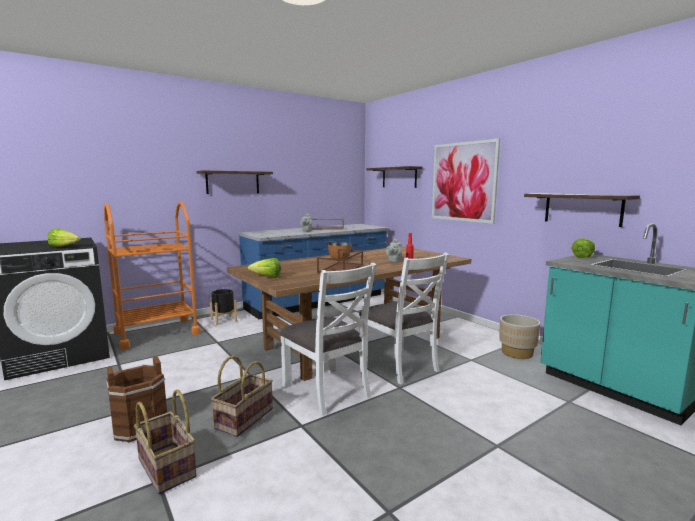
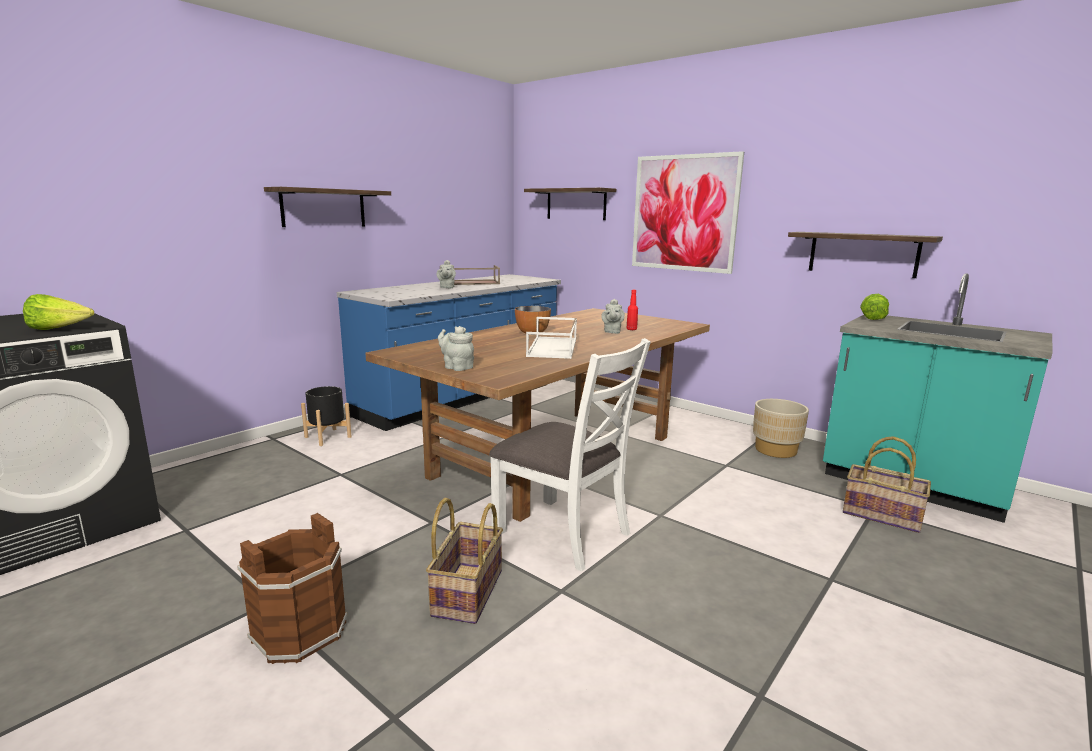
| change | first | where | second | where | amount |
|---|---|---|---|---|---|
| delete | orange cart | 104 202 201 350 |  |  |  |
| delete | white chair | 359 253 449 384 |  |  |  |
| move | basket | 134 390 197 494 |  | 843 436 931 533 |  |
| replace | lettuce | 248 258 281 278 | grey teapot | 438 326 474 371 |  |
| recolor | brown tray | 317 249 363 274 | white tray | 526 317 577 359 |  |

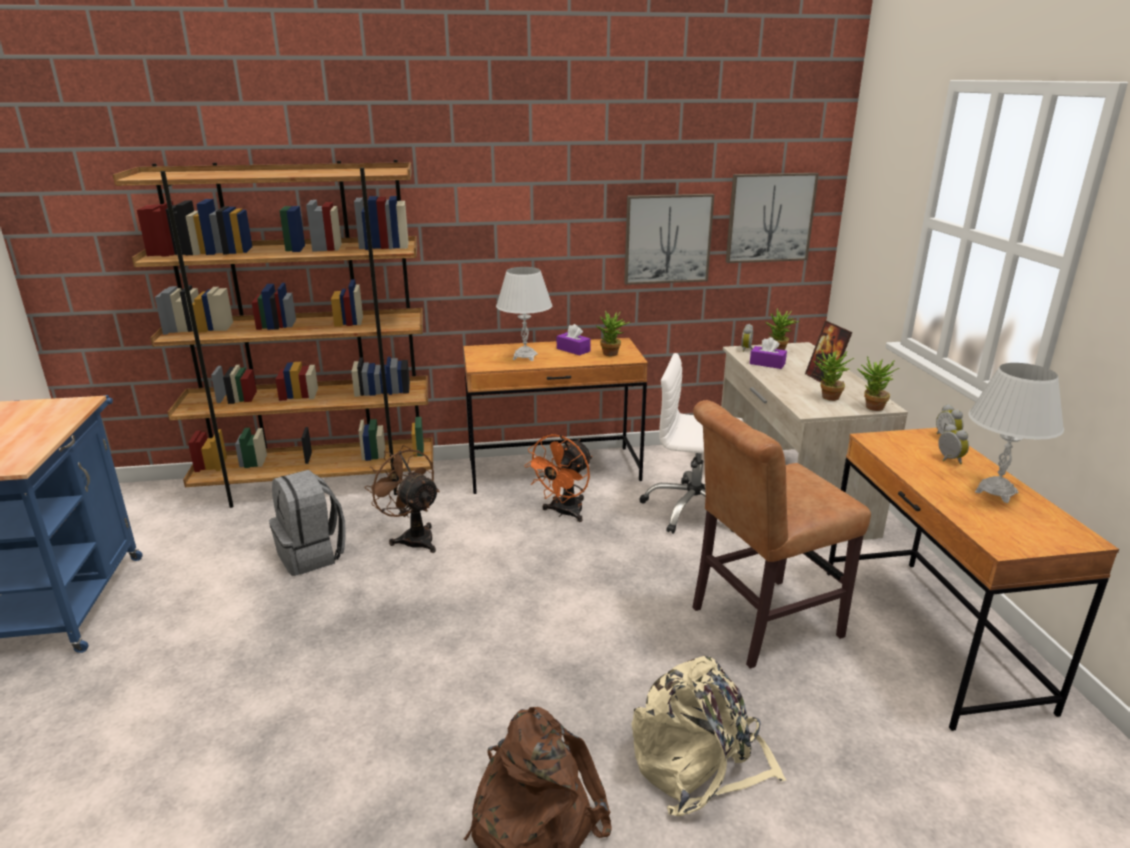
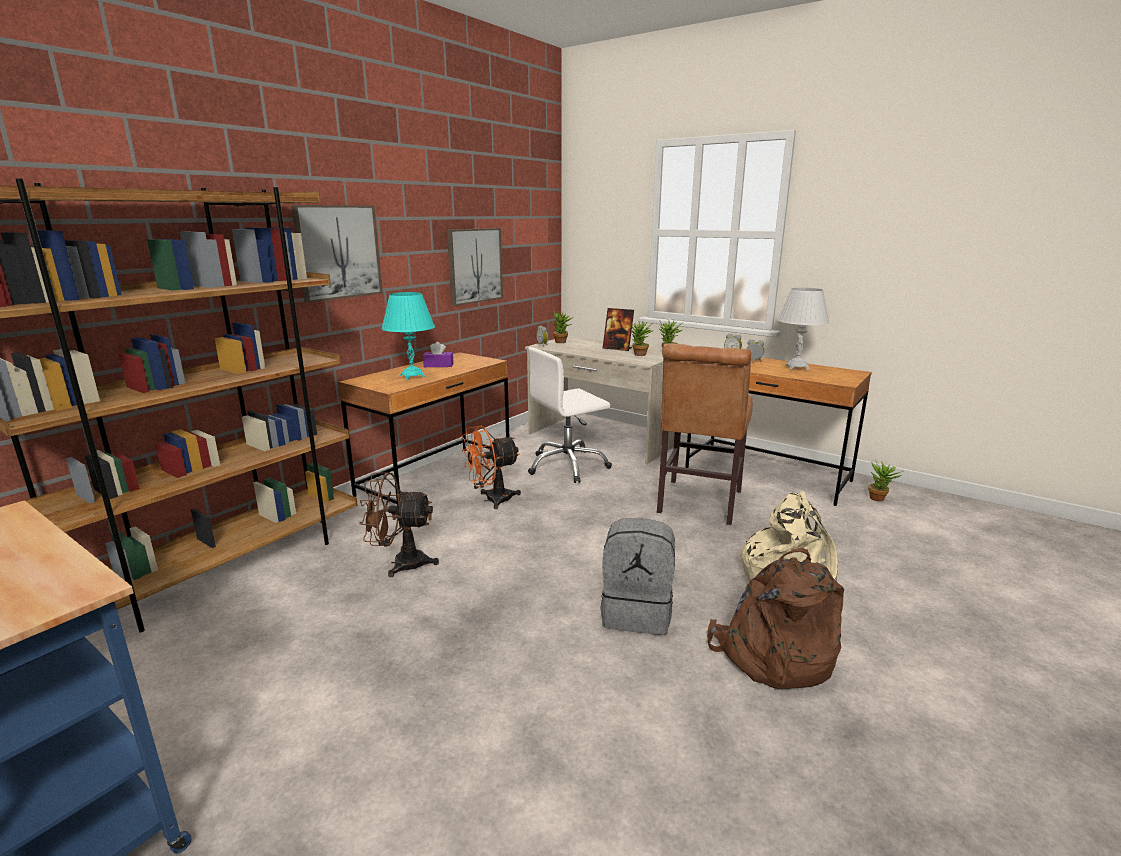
| change | first | where | second | where | amount |
|---|---|---|---|---|---|
| delete | purple tissue box | 750 337 787 369 |  |  |  |
| move | grey backpack | 269 470 346 576 |  | 601 518 675 635 |  |
| move | potted plant | 597 310 631 356 |  | 868 460 902 501 |  |
| move | picture | 726 173 819 263 |  | 291 205 383 303 |  |
| recolor | white table lamp | 496 267 552 361 | turquoise table lamp | 381 292 435 380 |  |
| rotate | orange fan | 524 434 592 522 |  | 462 425 521 509 | 75 degrees clockwise |

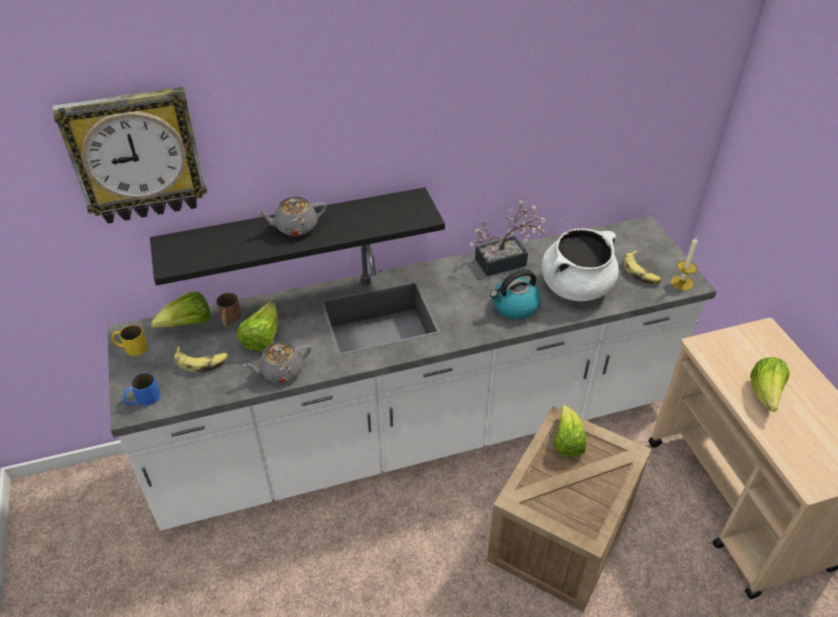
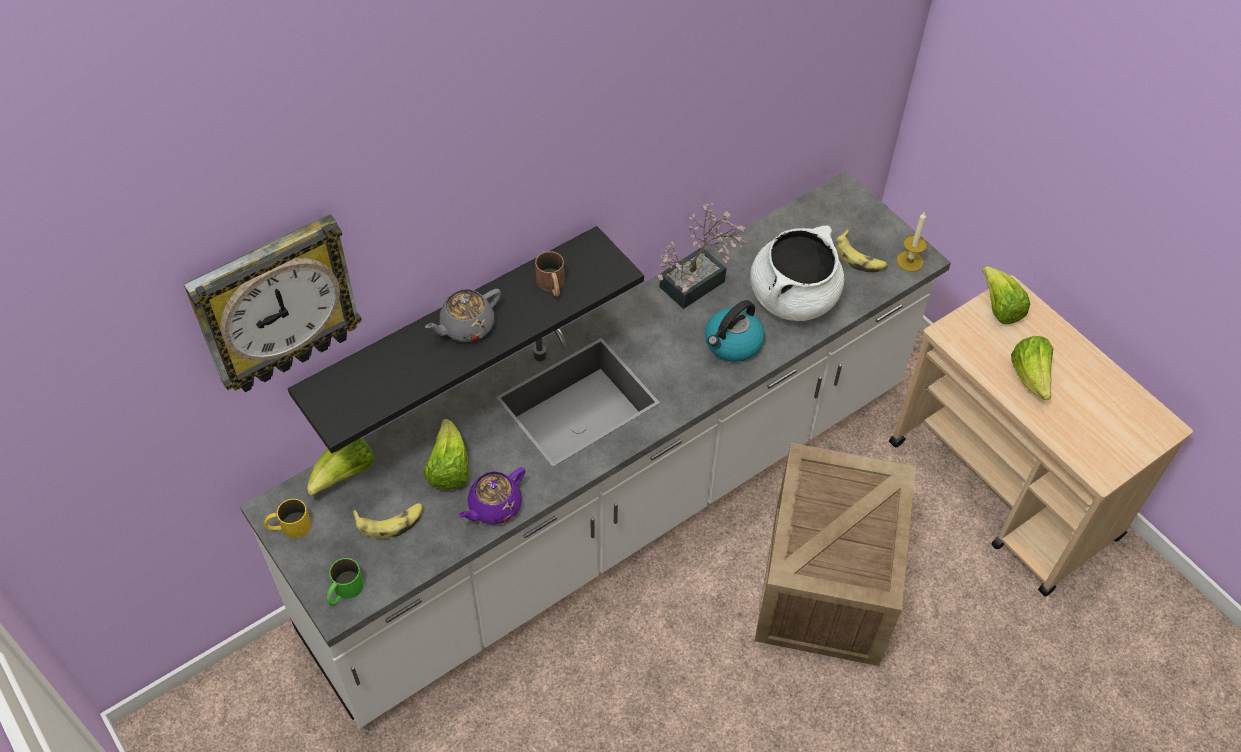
| change | first | where | second | where | amount |
|---|---|---|---|---|---|
| move | brown mug | 216 293 241 327 |  | 535 251 564 297 |  |
| move | lettuce | 553 405 587 457 |  | 982 266 1030 324 |  |
| recolor | blue mug | 123 372 161 406 | green mug | 326 558 364 605 |  |
| recolor | grey teapot | 242 341 311 383 | purple teapot | 458 467 525 525 |  |

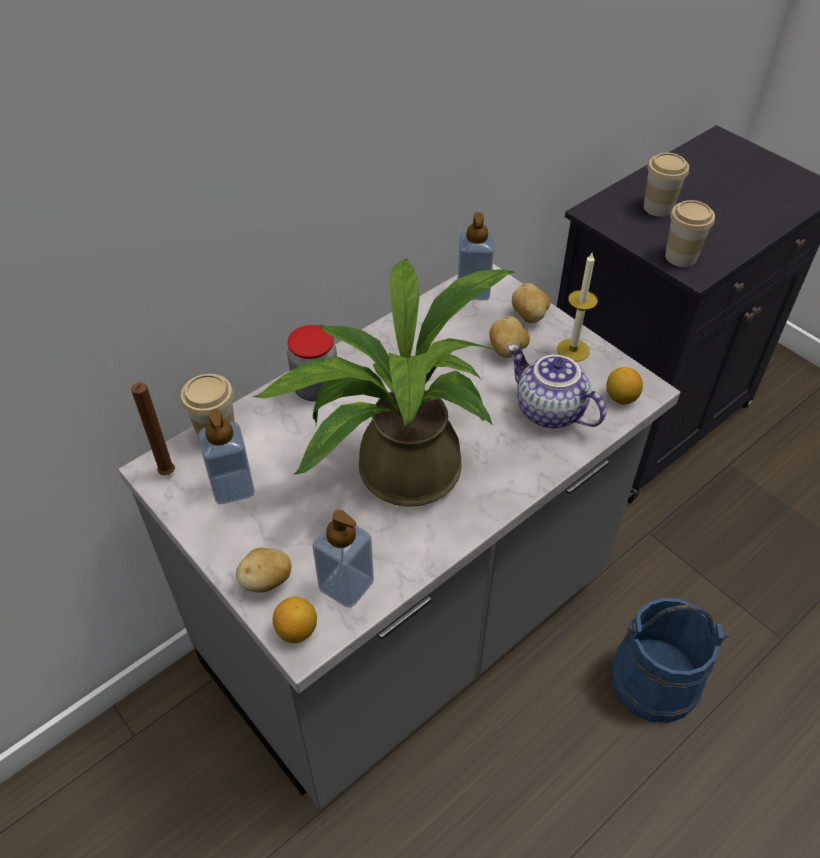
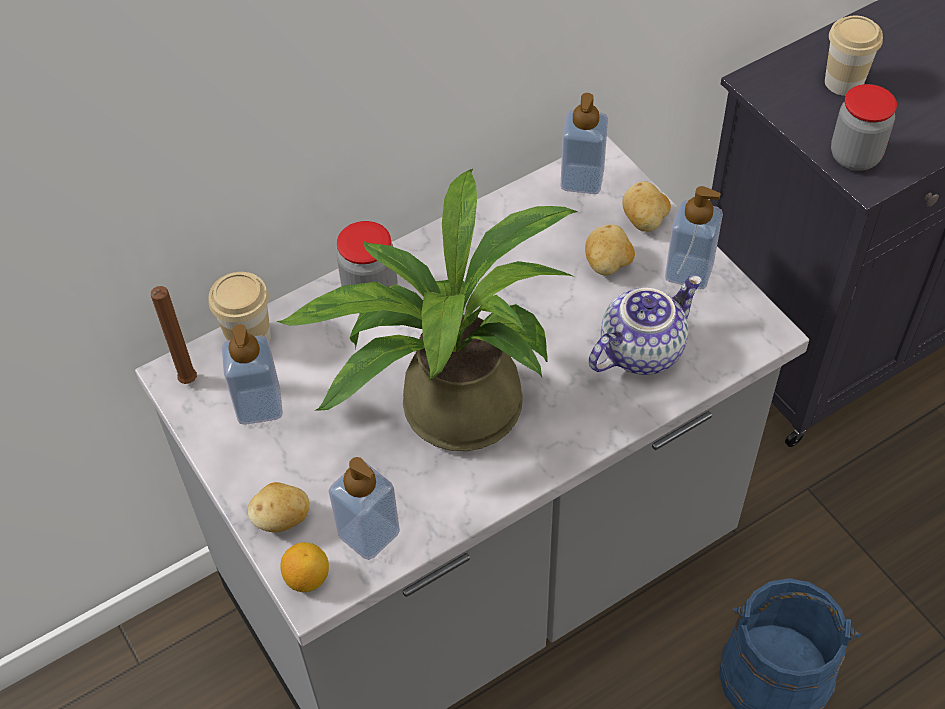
| change | first | where | second | where | amount |
|---|---|---|---|---|---|
| delete | lemon | 606 367 643 405 |  |  |  |
| replace | candle | 557 253 598 362 | soap dispenser | 665 186 723 289 |  |
| replace | cup | 665 200 715 267 | jar | 831 84 897 171 |  |
| rotate | teapot | 508 344 606 428 |  | 589 275 702 375 | 90 degrees clockwise |

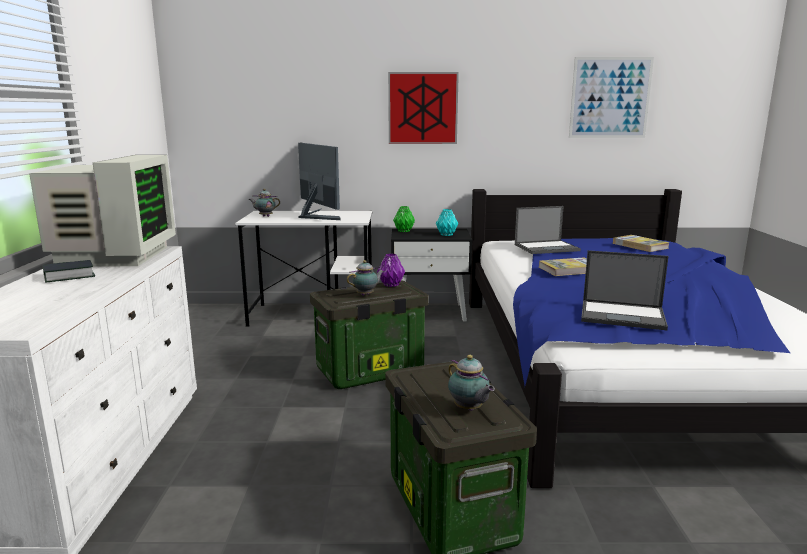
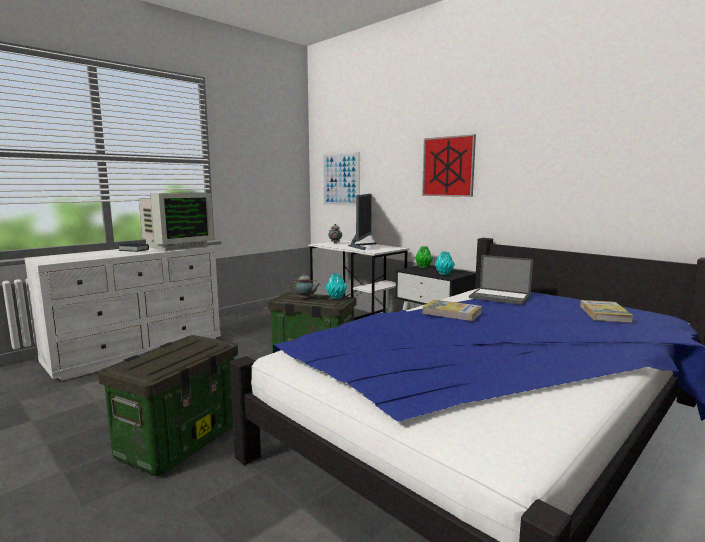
| change | first | where | second | where | amount |
|---|---|---|---|---|---|
| delete | teapot | 448 355 495 411 |  |  |  |
| delete | laptop | 581 250 668 330 |  |  |  |
| move | picture | 569 57 654 138 |  | 323 152 360 207 |  |
| recolor | purple vase | 377 253 405 287 | turquoise vase | 326 273 347 299 |  |

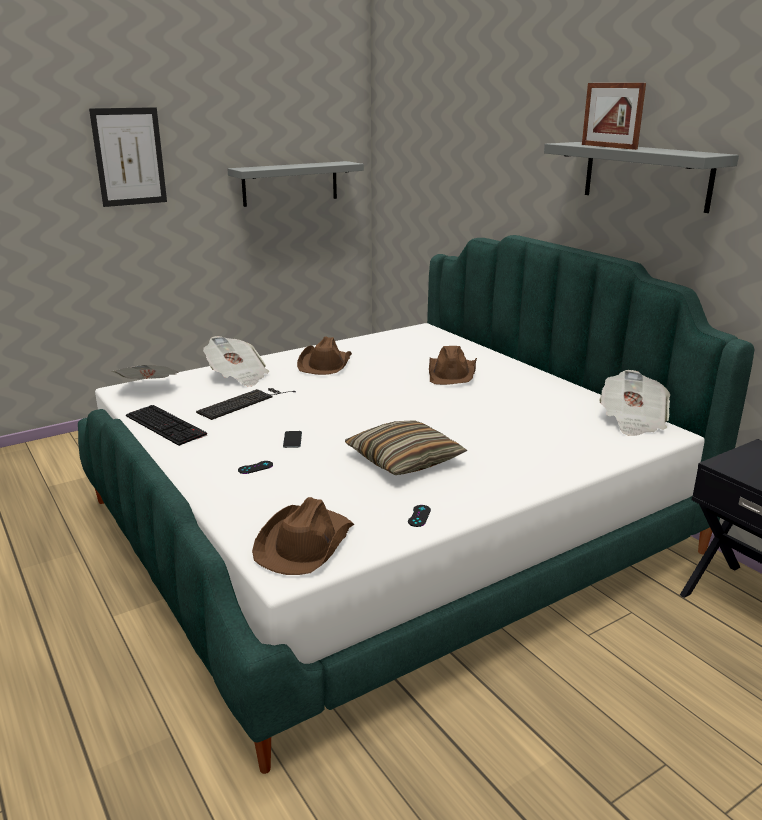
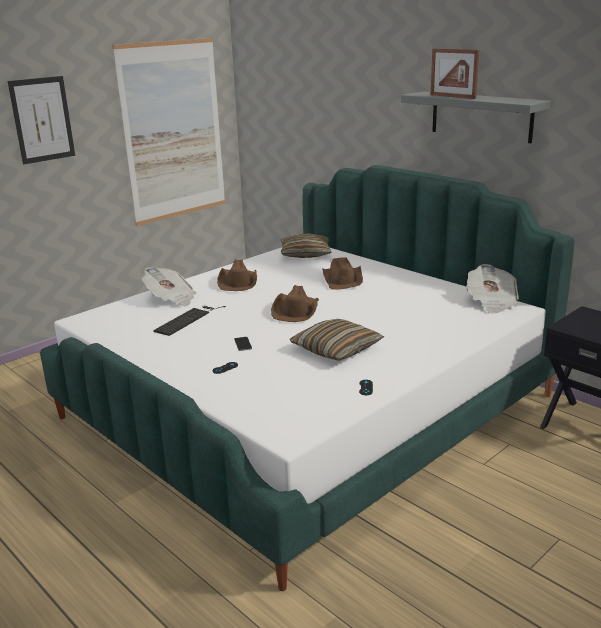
| change | first | where | second | where | amount |
|---|---|---|---|---|---|
| delete | newspaper | 111 365 179 379 |  |  |  |
| delete | keyboard | 126 405 207 446 |  |  |  |
| insert |  |  | pillow | 280 234 332 258 |  |
| move | brown hat | 252 497 354 575 |  | 271 285 319 322 |  |
| replace | grey shelf | 227 161 364 207 | picture | 112 38 226 226 |  |

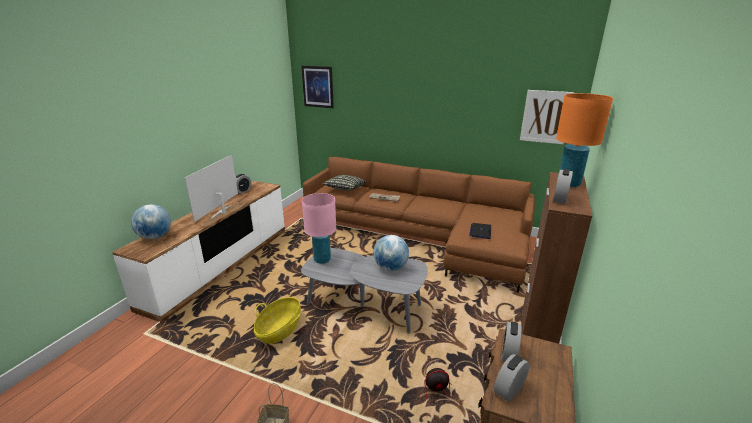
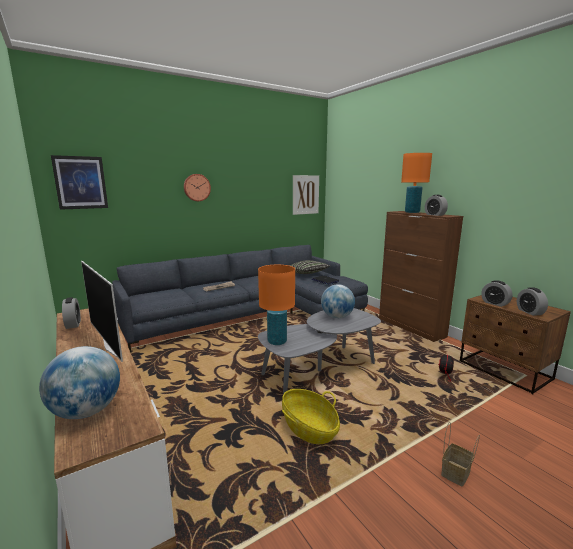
| change | first | where | second | where | amount |
|---|---|---|---|---|---|
| insert |  |  | wall clock | 184 174 211 201 |  |
| move | pillow | 322 175 367 190 |  | 290 260 330 274 |  |
| recolor | pink table lamp | 302 193 336 264 | orange table lamp | 258 265 295 345 |  |
| recolor | brown sofa | 303 157 535 293 | grey sofa | 112 245 368 352 |  |

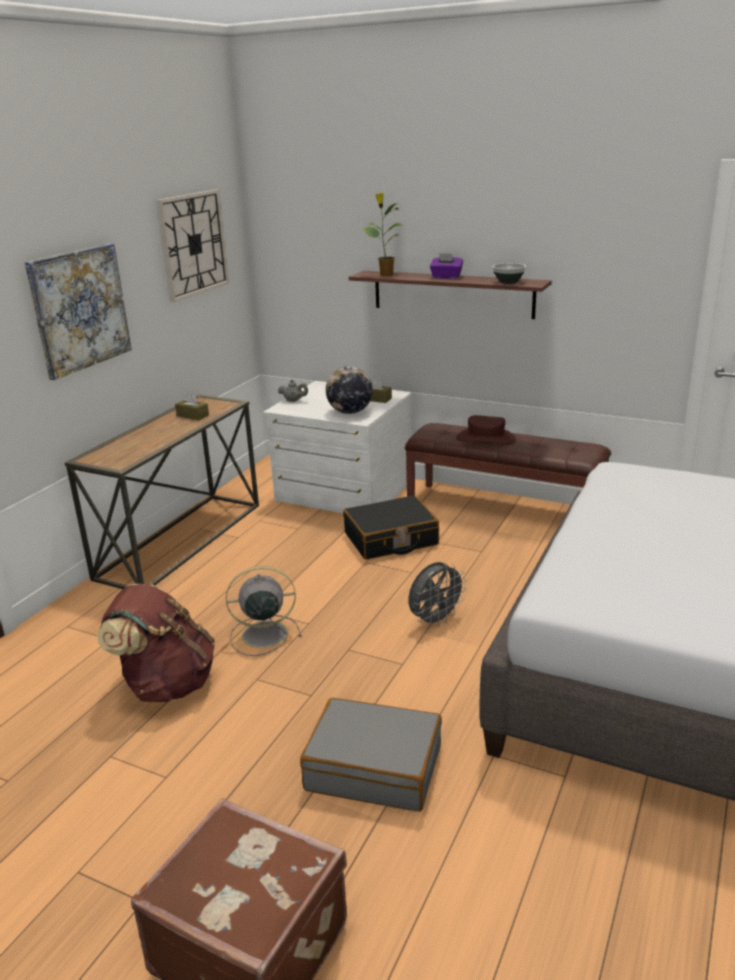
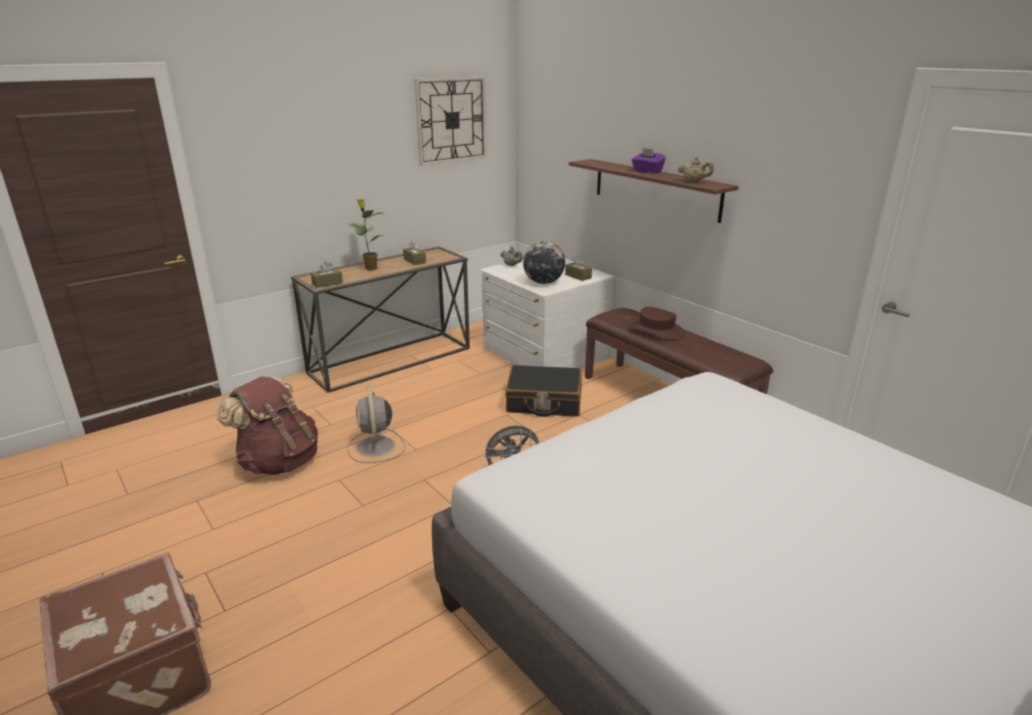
| change | first | where | second | where | amount |
|---|---|---|---|---|---|
| delete | picture | 25 243 132 380 |  |  |  |
| delete | grey suitcase | 300 698 442 812 |  |  |  |
| insert |  |  | brown tissue box | 311 261 343 288 |  |
| move | potted plant | 362 193 403 277 |  | 348 199 384 270 |  |
| replace | bowl | 493 263 526 284 | beige teapot | 678 157 714 182 |  |
| rotate | grey fan | 226 566 302 656 |  | 348 385 405 463 | 120 degrees counterclockwise |

